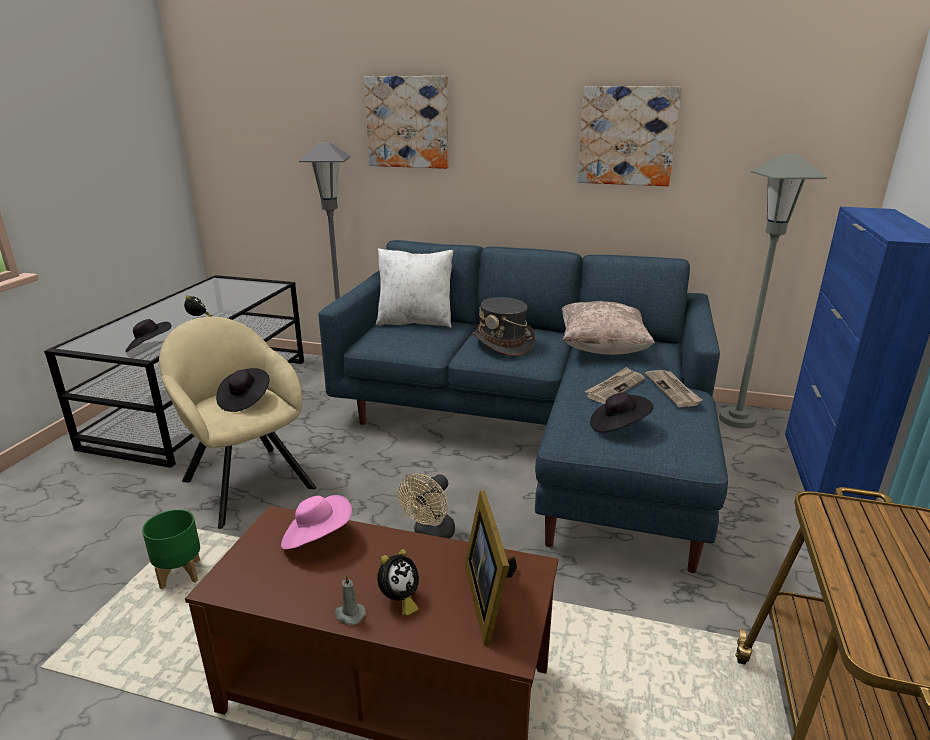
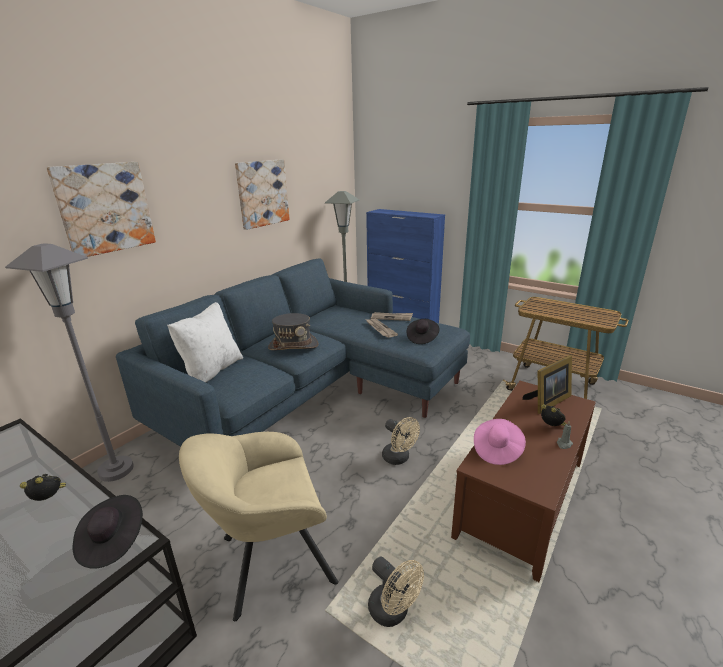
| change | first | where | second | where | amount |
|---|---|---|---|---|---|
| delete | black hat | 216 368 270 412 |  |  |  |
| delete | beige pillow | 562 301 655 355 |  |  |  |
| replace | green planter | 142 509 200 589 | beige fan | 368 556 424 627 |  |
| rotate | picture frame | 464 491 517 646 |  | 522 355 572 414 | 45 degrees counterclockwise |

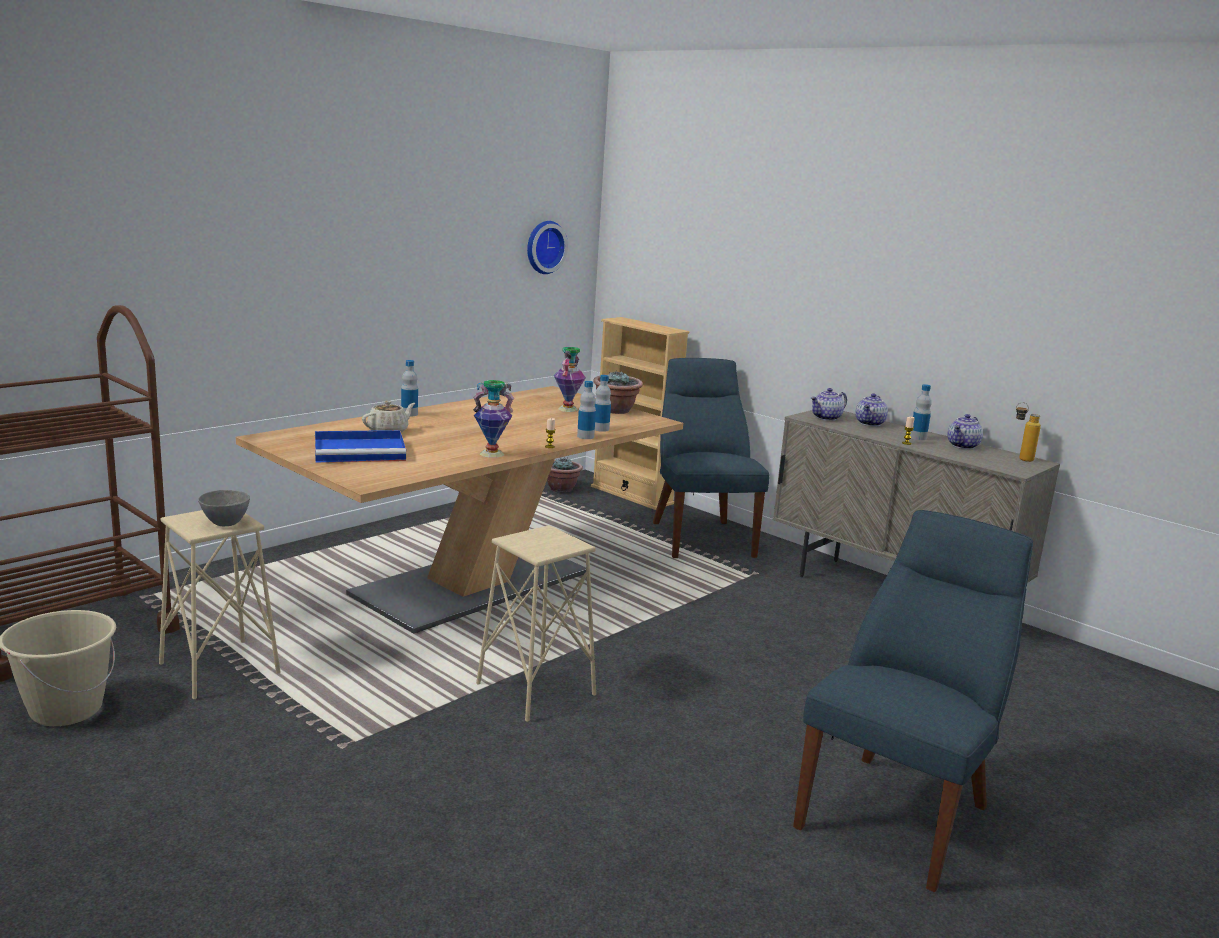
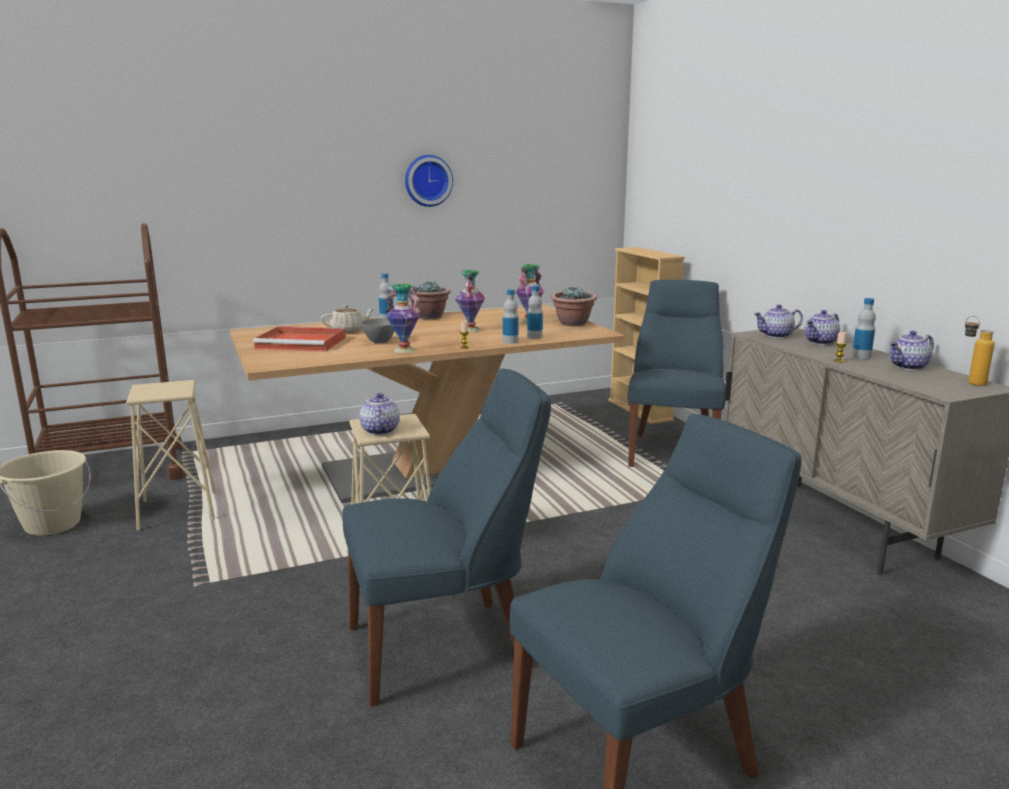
| change | first | where | second | where | amount |
|---|---|---|---|---|---|
| insert |  |  | blue chair | 342 368 551 707 |  |
| insert |  |  | teapot | 359 393 400 435 |  |
| insert |  |  | vase | 455 270 485 332 |  |
| move | grey bowl | 198 490 250 526 |  | 361 318 395 344 |  |
| move | wall clock | 527 221 568 274 |  | 405 155 453 207 |  |
| move | potted plant | 547 457 583 493 |  | 409 280 451 319 |  |
| recolor | blue tray | 315 430 406 463 | red tray | 253 326 346 352 |  |

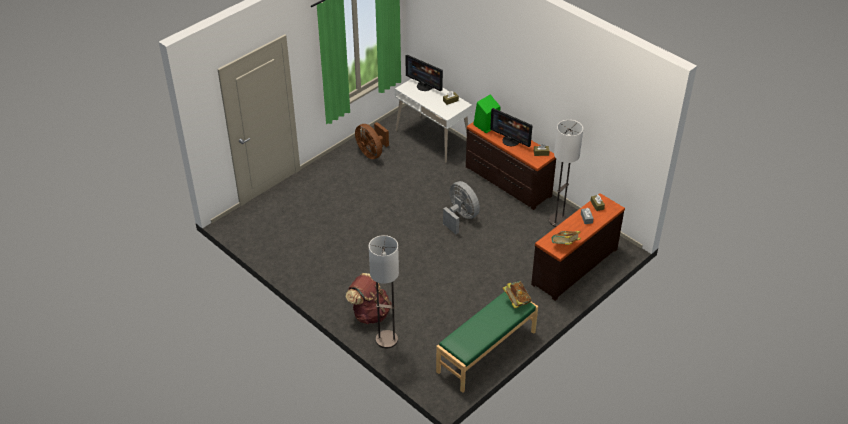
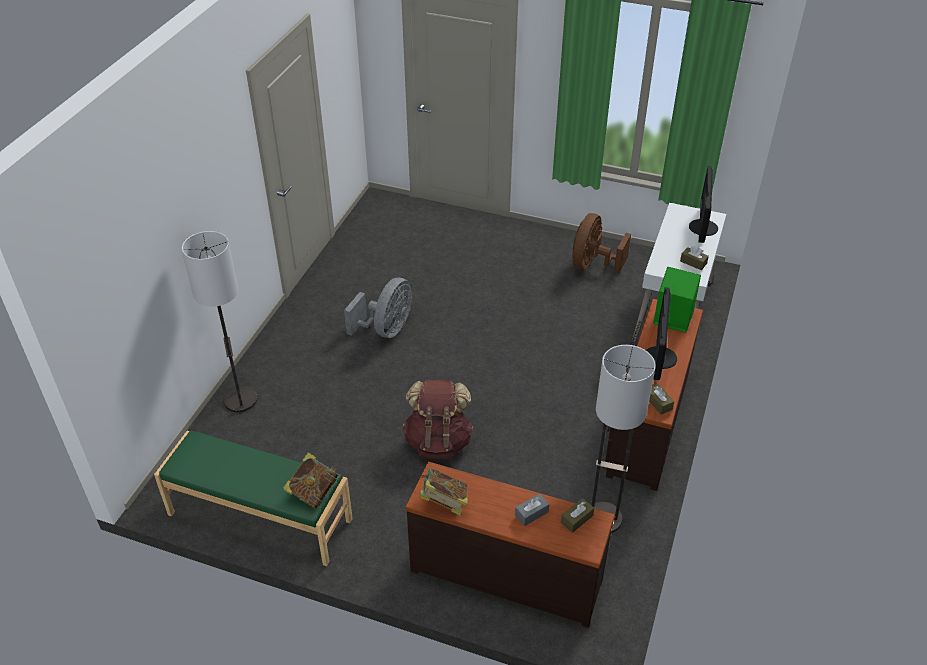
| change | first | where | second | where | amount |
|---|---|---|---|---|---|
| move | brown backpack | 346 273 392 324 |  | 402 379 473 459 |  |
| move | grey fan | 443 181 480 234 |  | 344 278 412 338 |  |

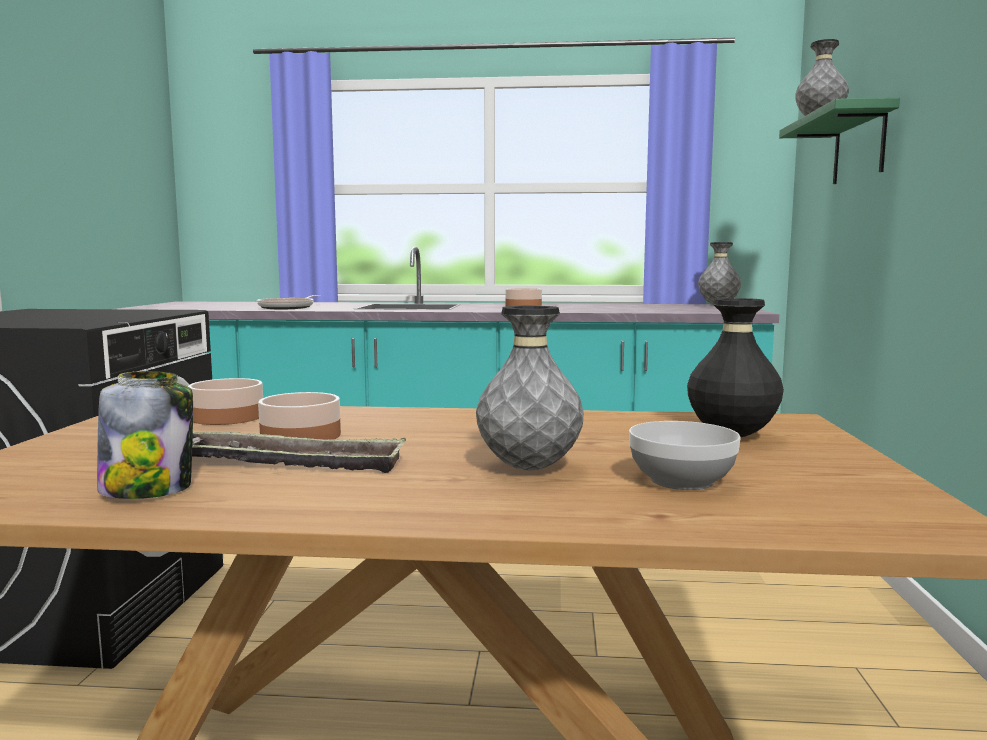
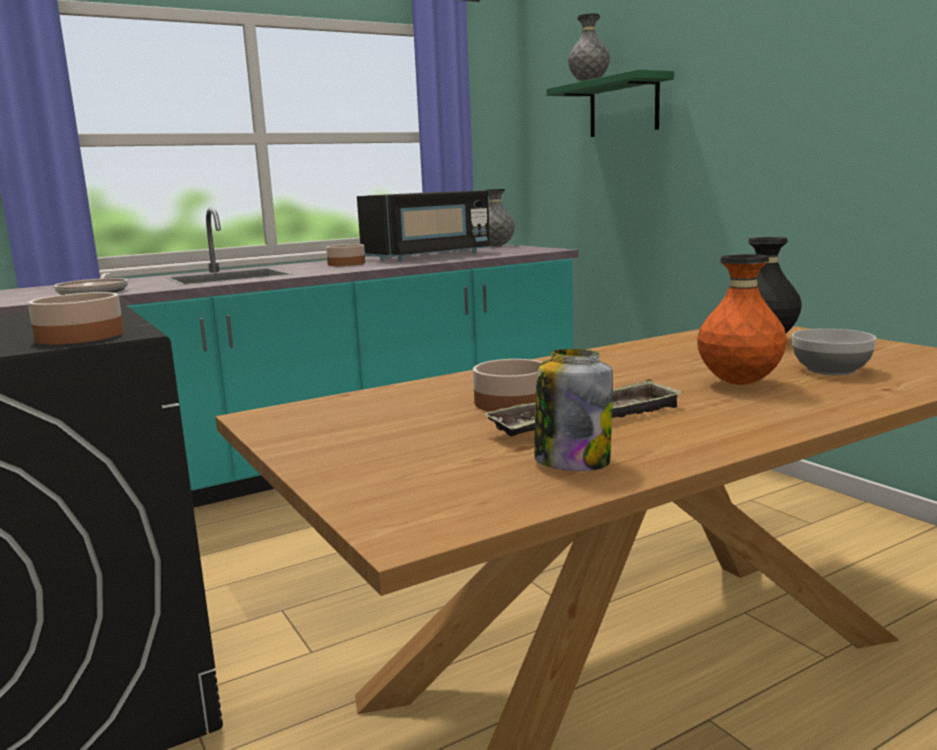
| change | first | where | second | where | amount |
|---|---|---|---|---|---|
| insert |  |  | black microwave | 357 190 490 261 |  |
| move | bowl | 188 378 263 425 |  | 28 292 124 345 |  |
| recolor | grey vase | 476 306 584 470 | orange vase | 697 254 787 385 |  |

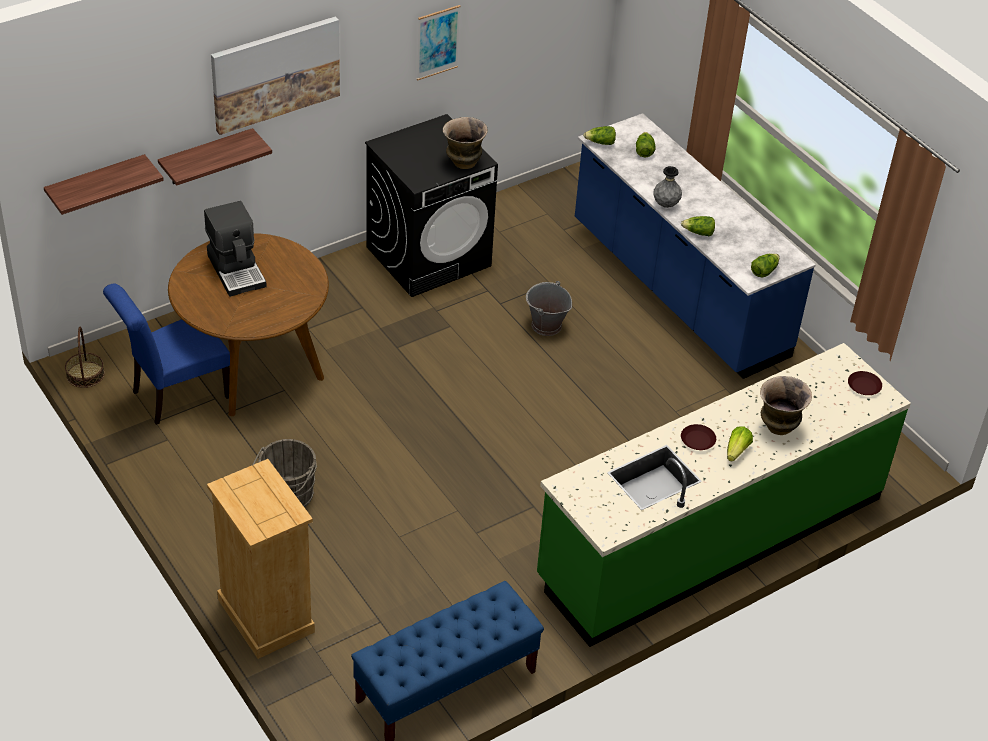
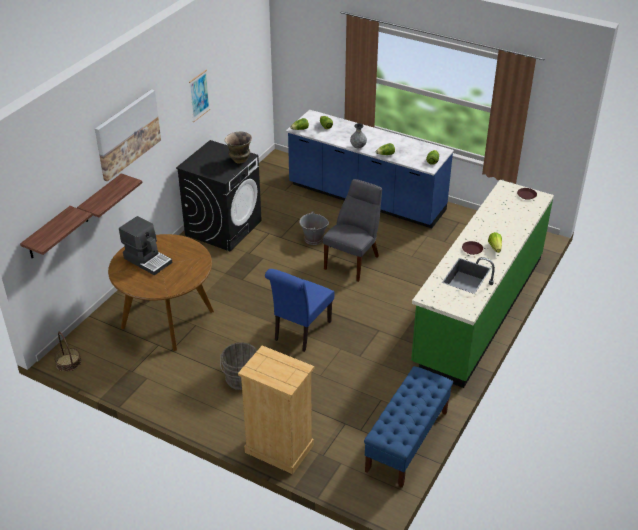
| change | first | where | second | where | amount |
|---|---|---|---|---|---|
| delete | vase | 760 376 812 435 |  |  |  |
| insert |  |  | grey chair | 323 179 382 282 |  |
| move | blue chair | 103 284 230 425 |  | 265 269 335 352 |  |

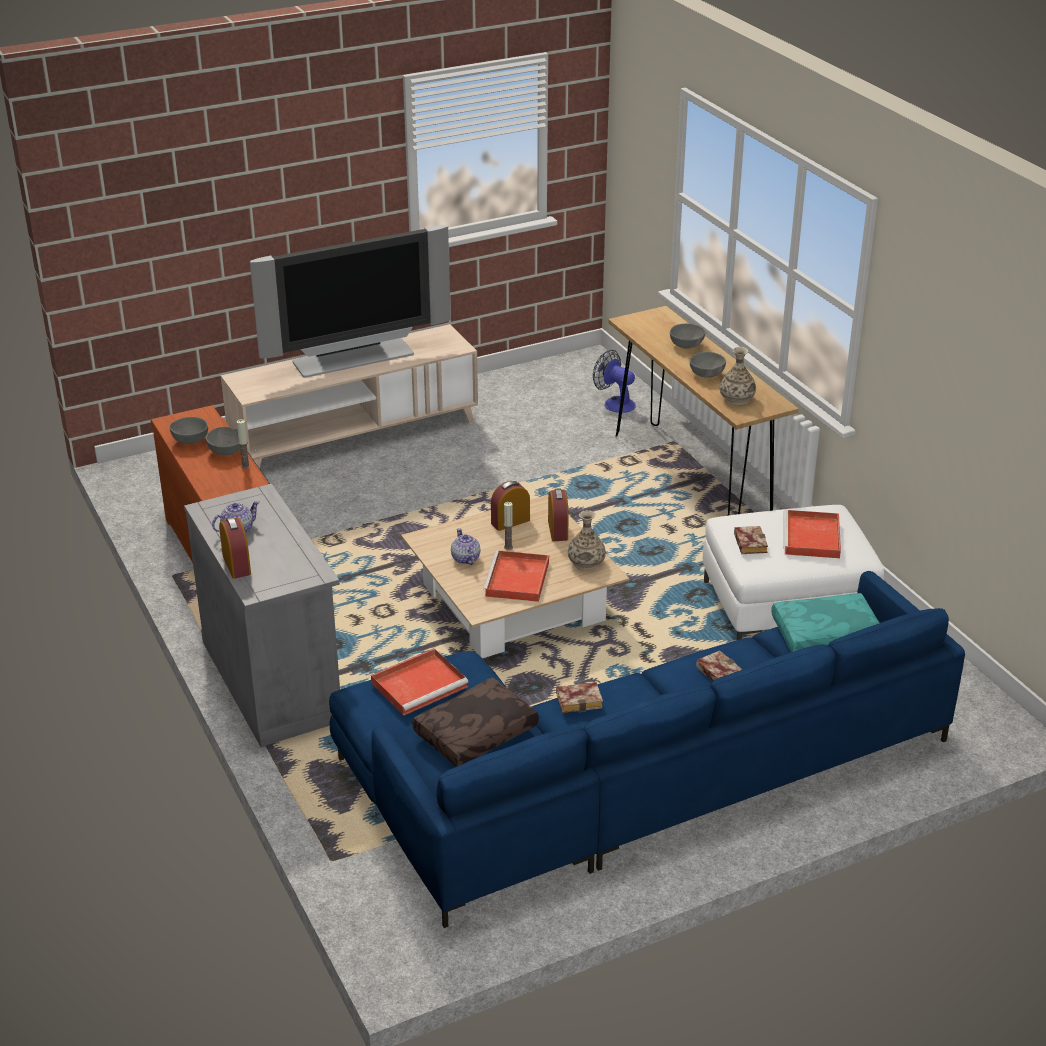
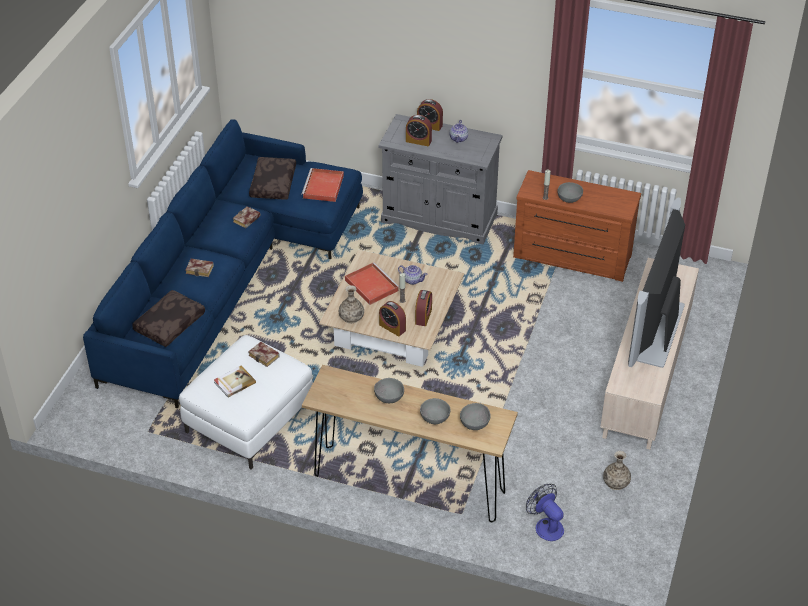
| change | first | where | second | where | amount |
|---|---|---|---|---|---|
| insert |  |  | alarm clock | 406 115 432 146 |  |
| move | grey bowl | 169 417 208 444 |  | 460 403 491 430 |  |
| move | vase | 720 347 756 405 |  | 603 451 631 490 |  |
| replace | red tray | 783 510 841 558 | book | 214 365 256 398 |  |
| recolor | turquoise pillow | 771 593 879 652 | brown pillow | 132 290 205 347 |  |
| rotate | fan | 593 350 636 413 |  | 526 484 564 541 | 120 degrees counterclockwise |

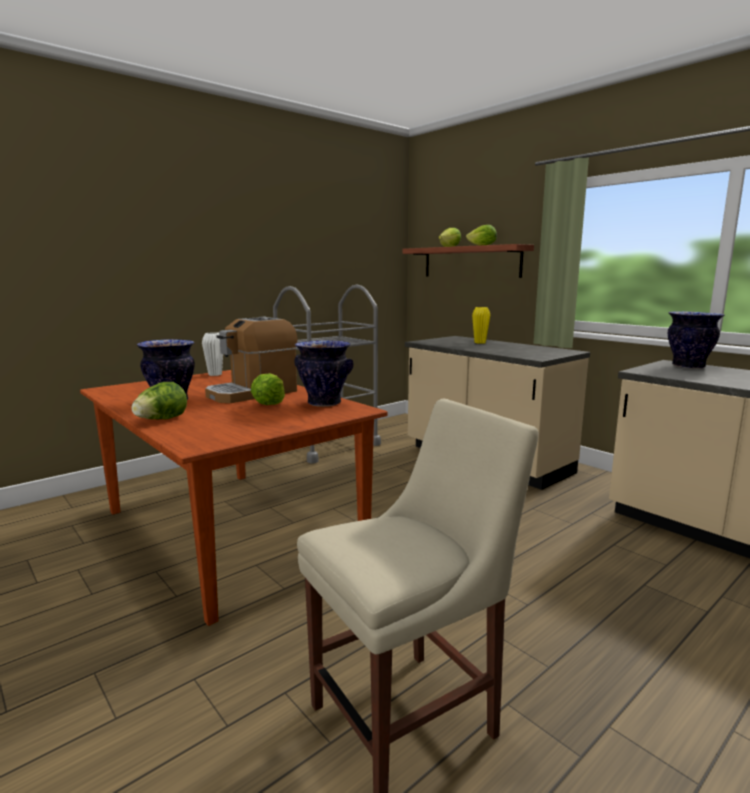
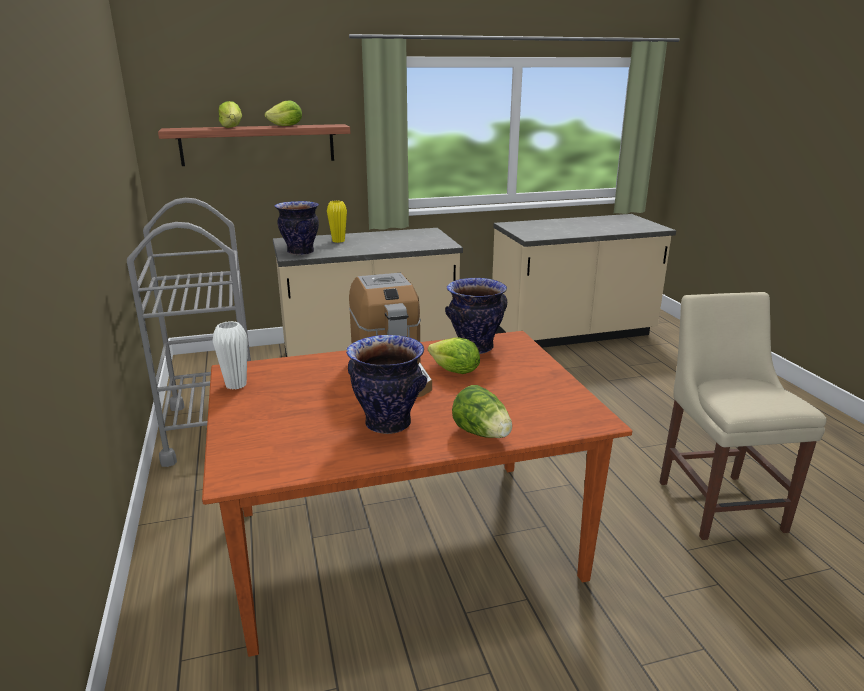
| change | first | where | second | where | amount |
|---|---|---|---|---|---|
| move | vase | 668 311 725 369 |  | 274 201 319 255 |  |

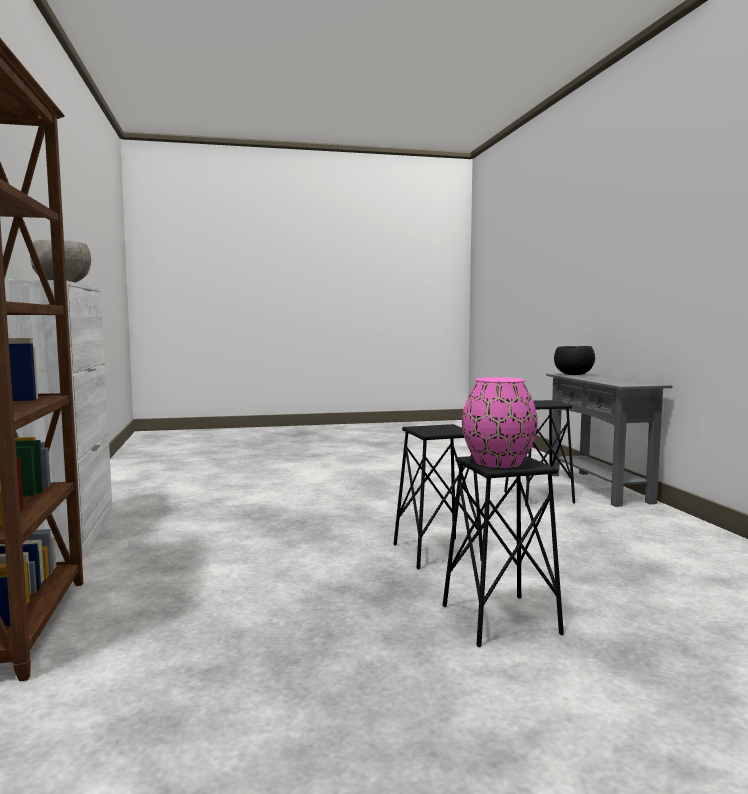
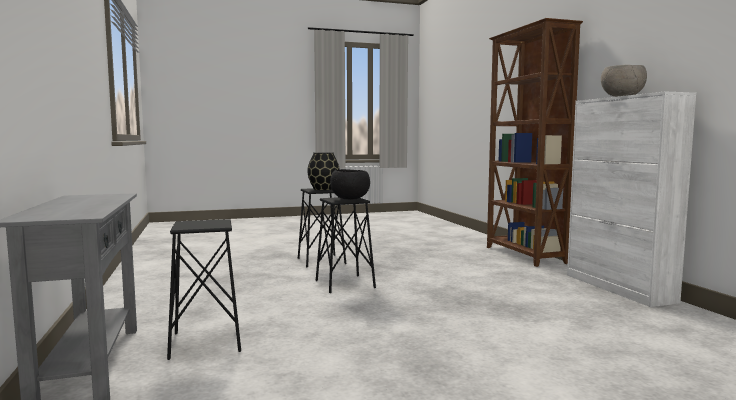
| change | first | where | second | where | amount |
|---|---|---|---|---|---|
| move | black bowl | 554 346 595 375 |  | 330 169 370 199 |  |
| recolor | pink vase | 462 377 538 468 | black vase | 307 152 340 190 |  |

